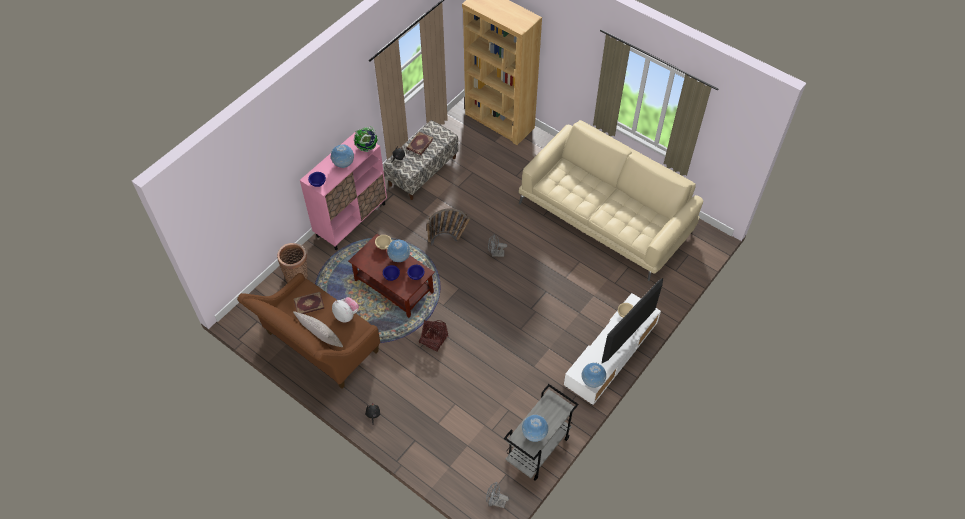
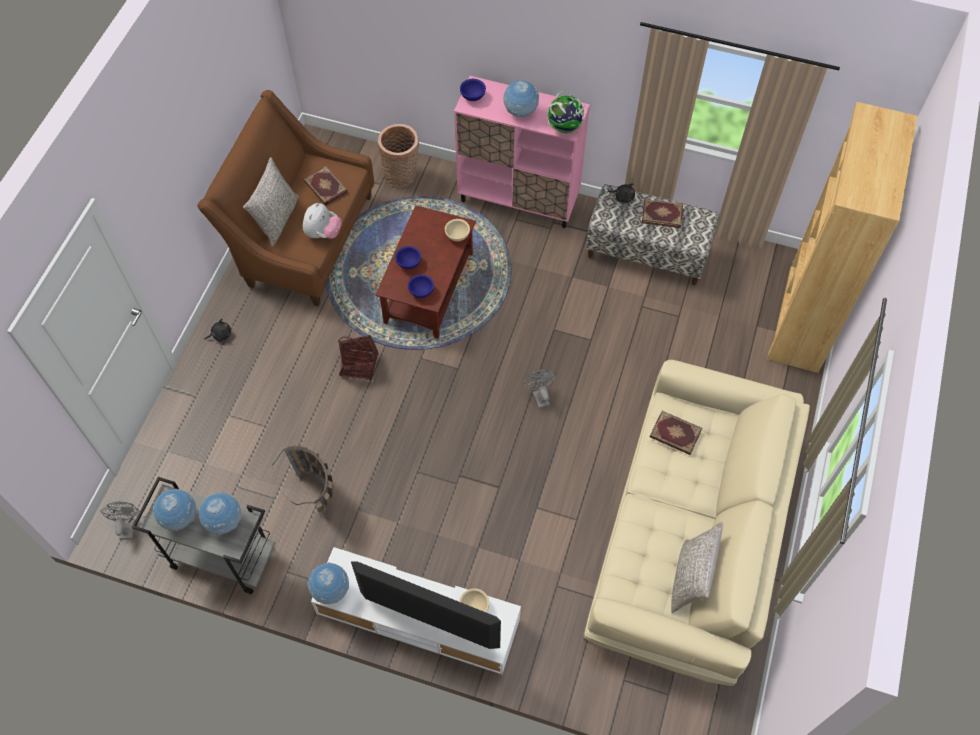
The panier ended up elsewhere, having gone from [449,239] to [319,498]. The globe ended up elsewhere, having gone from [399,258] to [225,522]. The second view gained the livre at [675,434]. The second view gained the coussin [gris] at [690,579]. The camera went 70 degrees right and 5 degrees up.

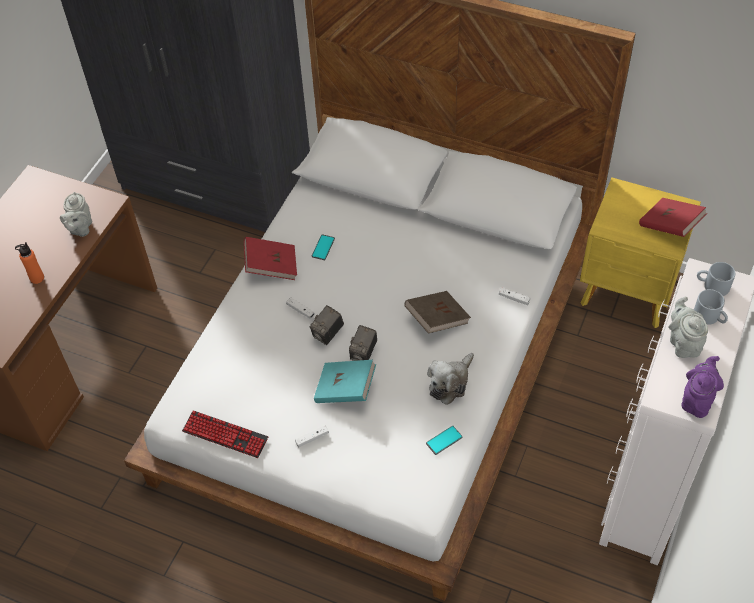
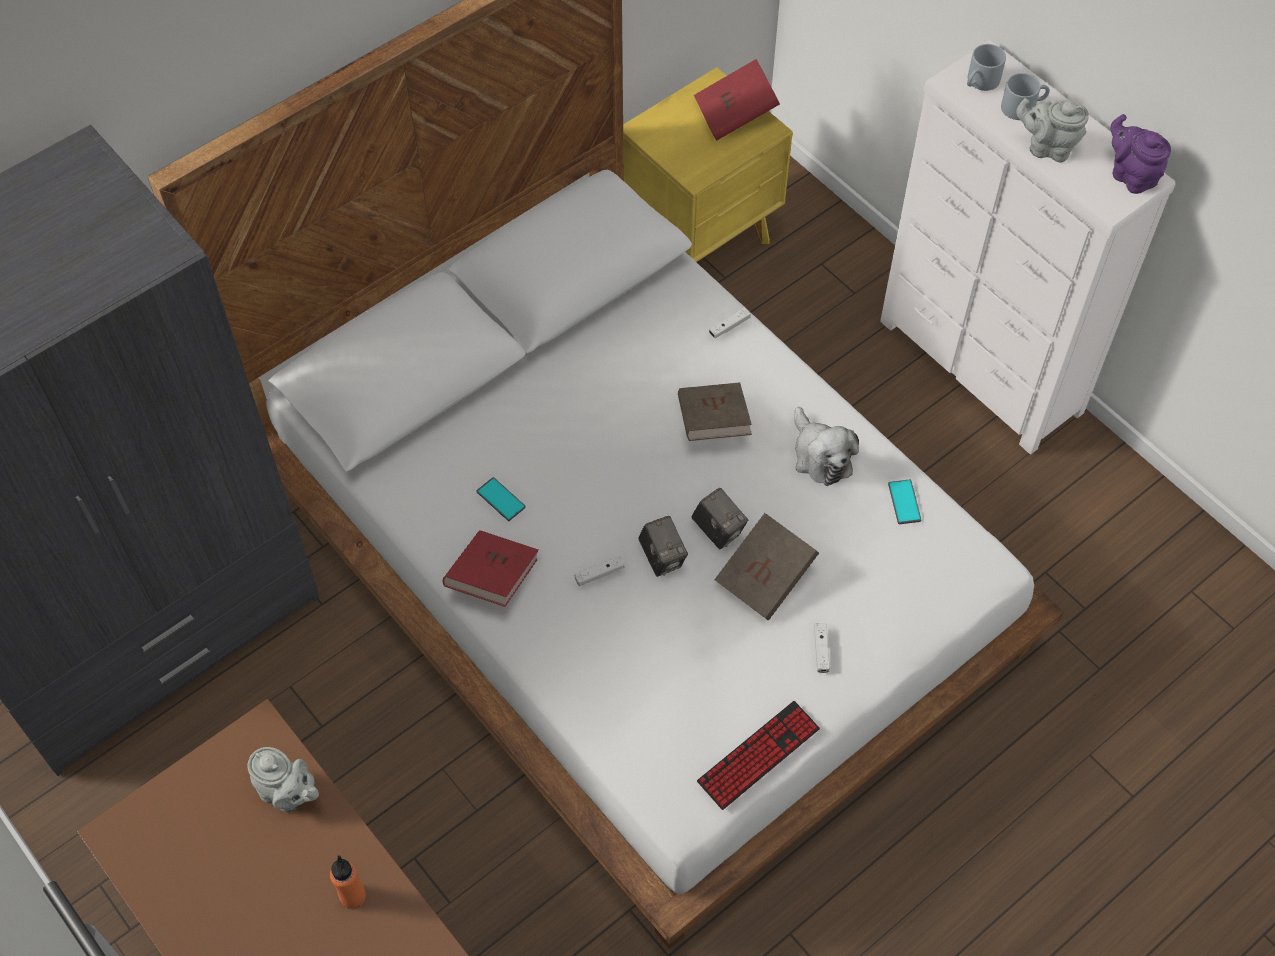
What was the livre [turquoise] at [345,390] turned into the livre [marron] at [765,578]. The camera went 65 degrees left and 5 degrees up.

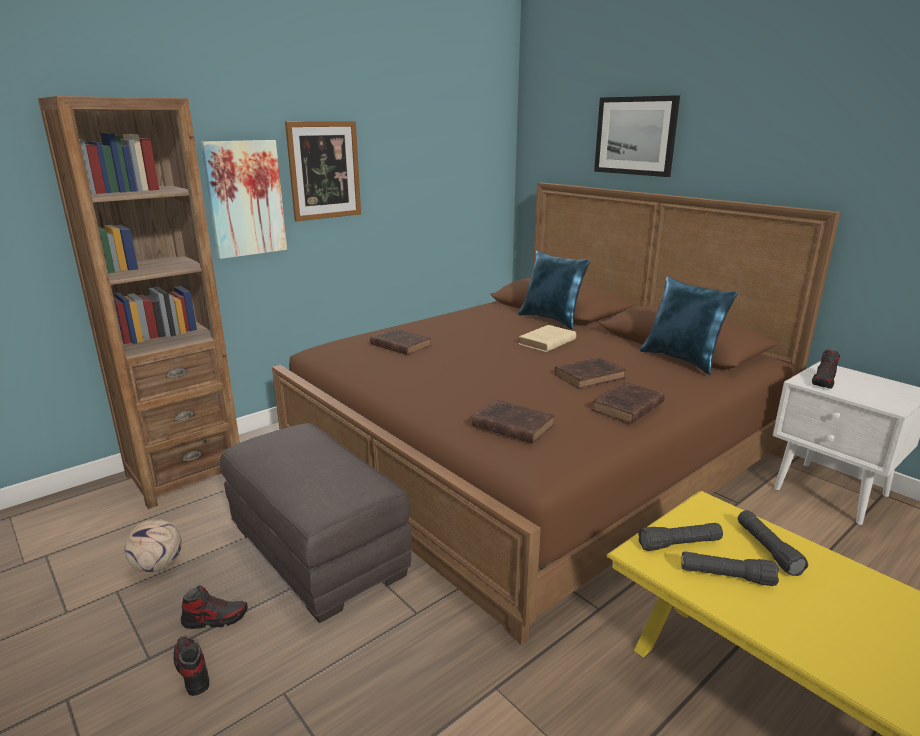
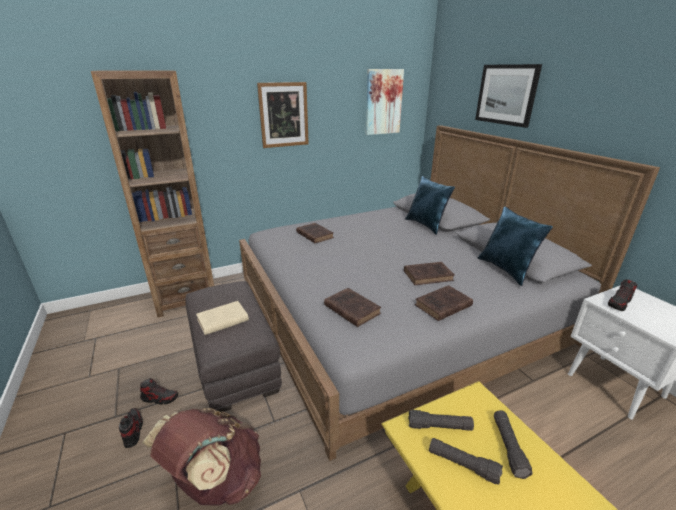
The tableau ended up elsewhere, having gone from [245,198] to [383,102]. What was the lit [marron] at [531,450] turned into the lit [gris] at [397,313]. The livre [beige] ended up elsewhere, having gone from [546,342] to [221,320]. The second view lost the ballon de foot at [157,565]. The second view gained the sac à dos [marron] at [216,481]. The camera went 15 degrees right and 5 degrees up.

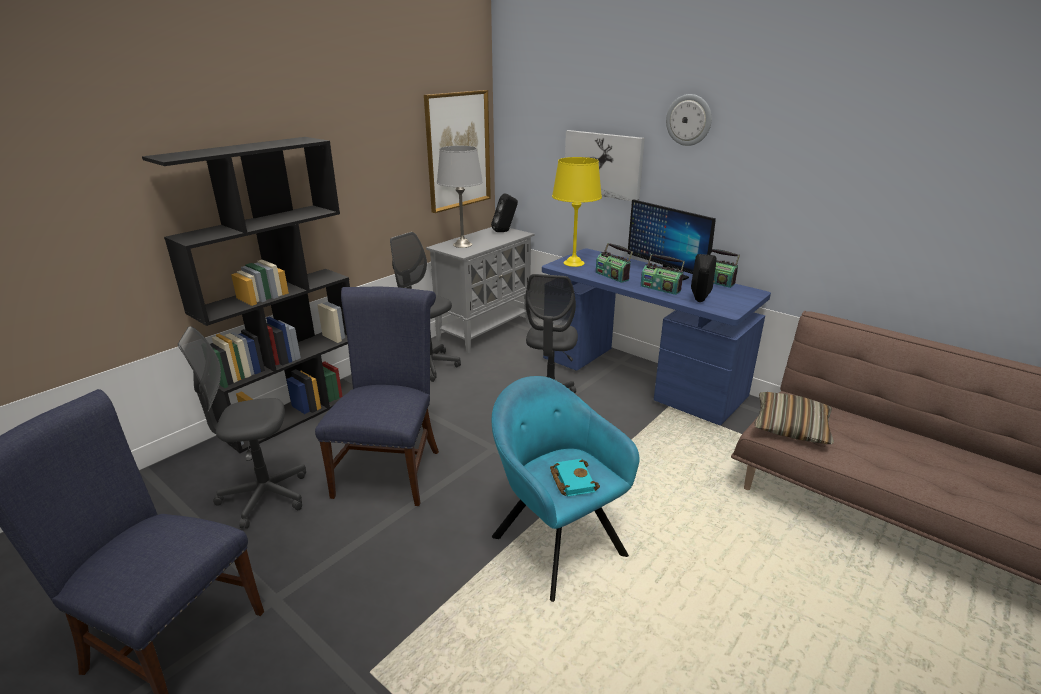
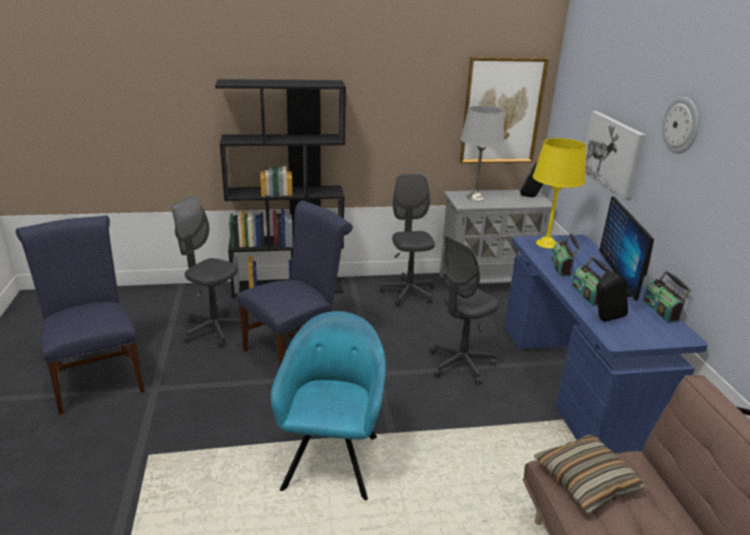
The second view lost the livre [turquoise] at [571,480]. The camera went 40 degrees right and 0 degrees up.

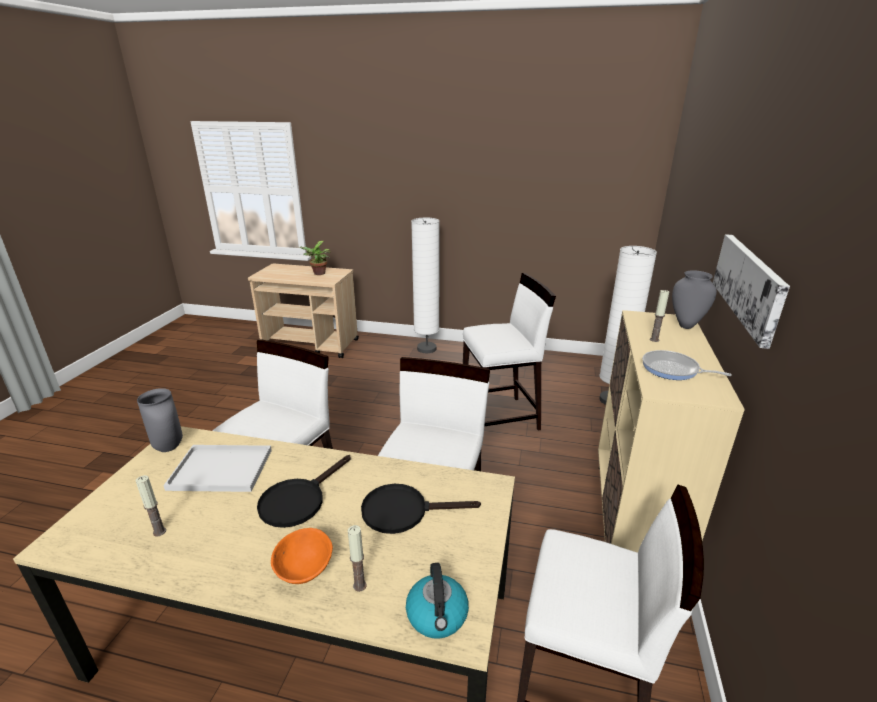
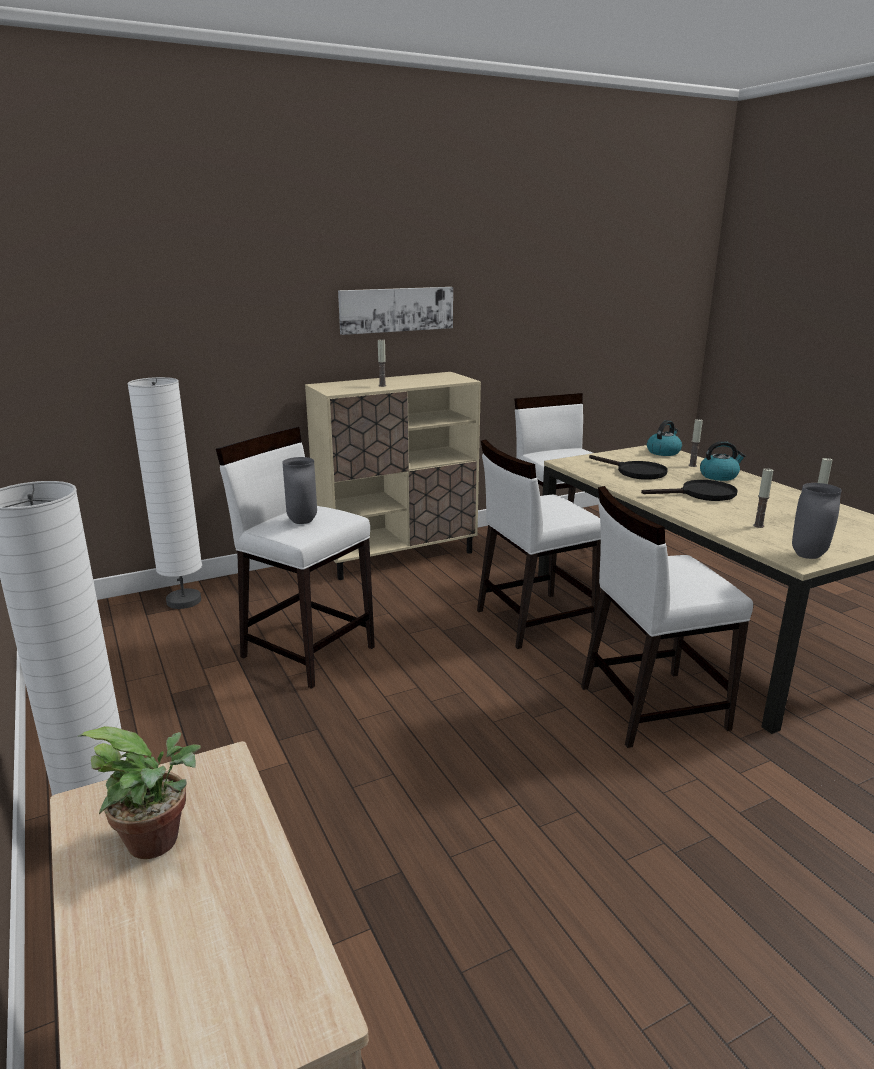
The vase [gris] ended up elsewhere, having gone from [686,325] to [301,521]. The second view lost the poêle at [673,370]. Where the plateau [blanc] stood at [218,470], the bougie came to stand at [758,526]. Where the bol [orange] stood at [305,569], the bouilloire came to stand at [719,476]. The camera went 130 degrees left and 5 degrees down.

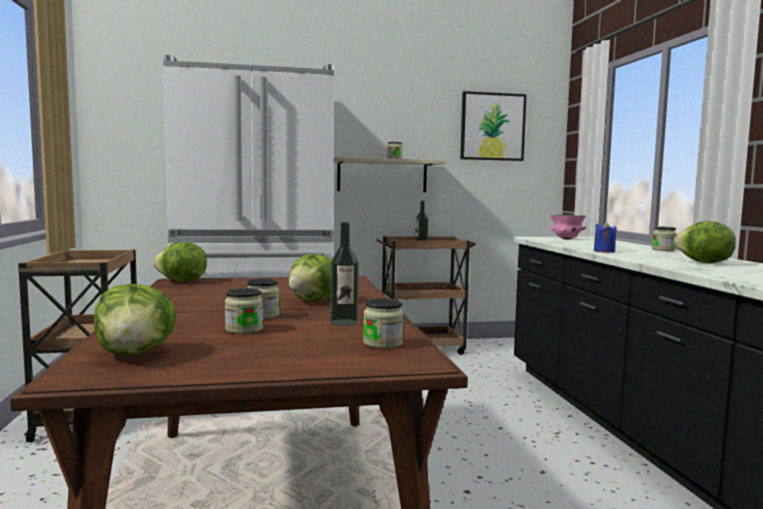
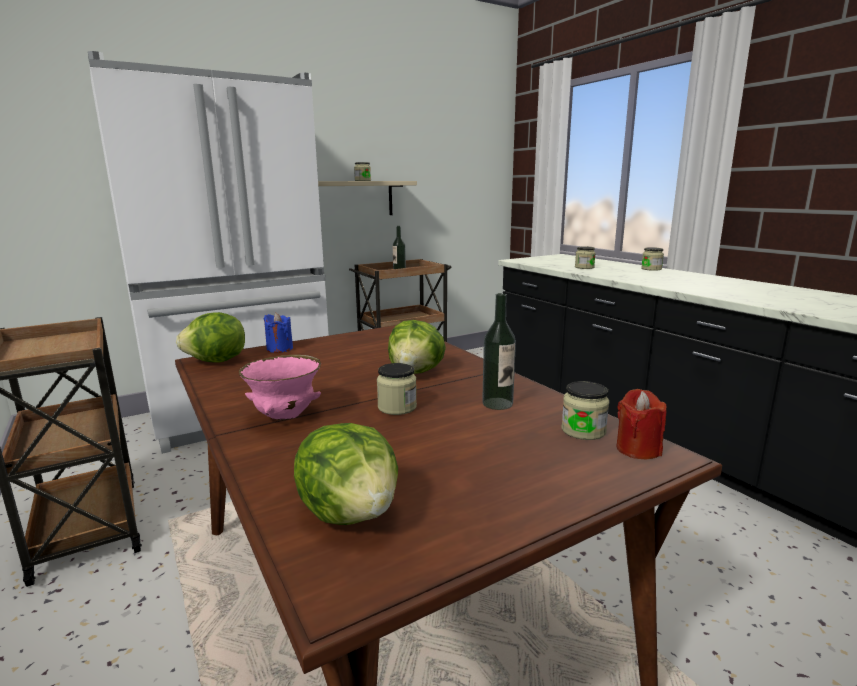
The second view lost the tableau at [492,127]. The bol [rose] ended up elsewhere, having gone from [567,239] to [286,416]. The second view lost the laitue at [704,263]. The bougie [bleu] ended up elsewhere, having gone from [604,251] to [280,349]. The bocal ended up elsewhere, having gone from [244,329] to [584,267]. The second view gained the bougie [rouge] at [638,449]. The camera went 20 degrees left and 10 degrees up.

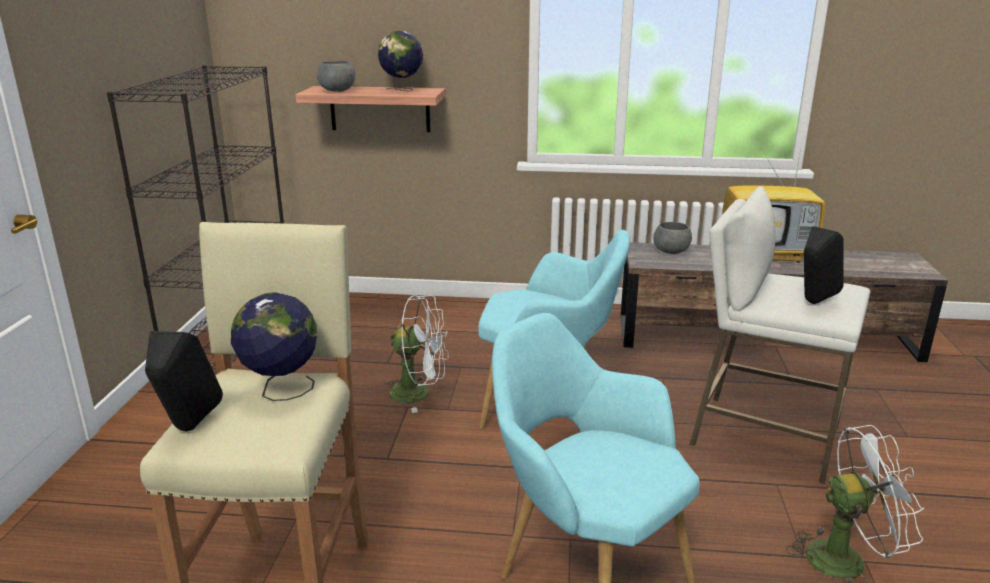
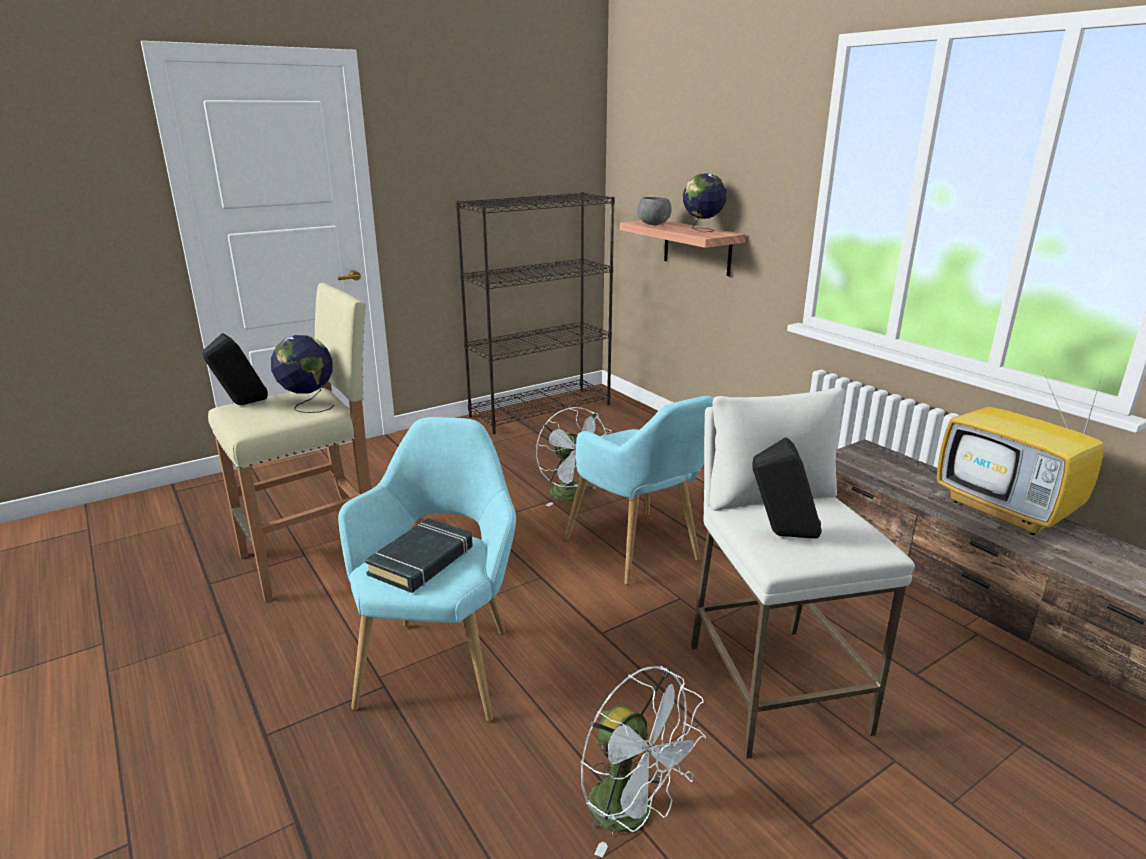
The second view lost the bol [gris] at [671,252]. The second view gained the livre [noir] at [422,561]. The camera went 50 degrees right and 0 degrees up.

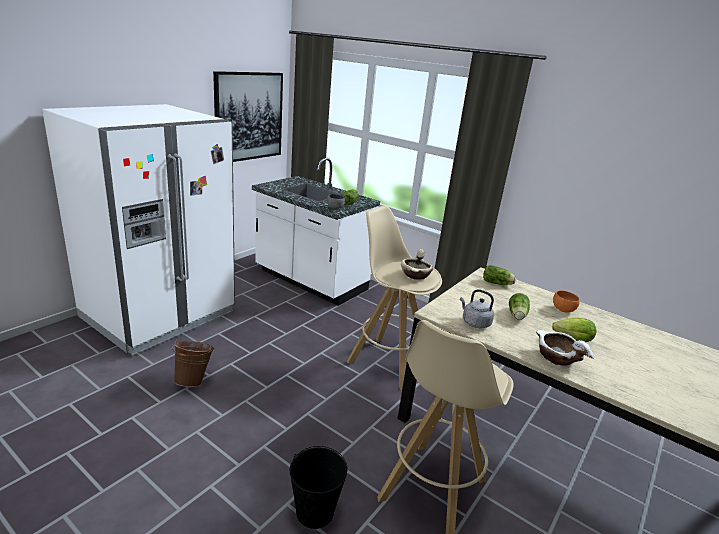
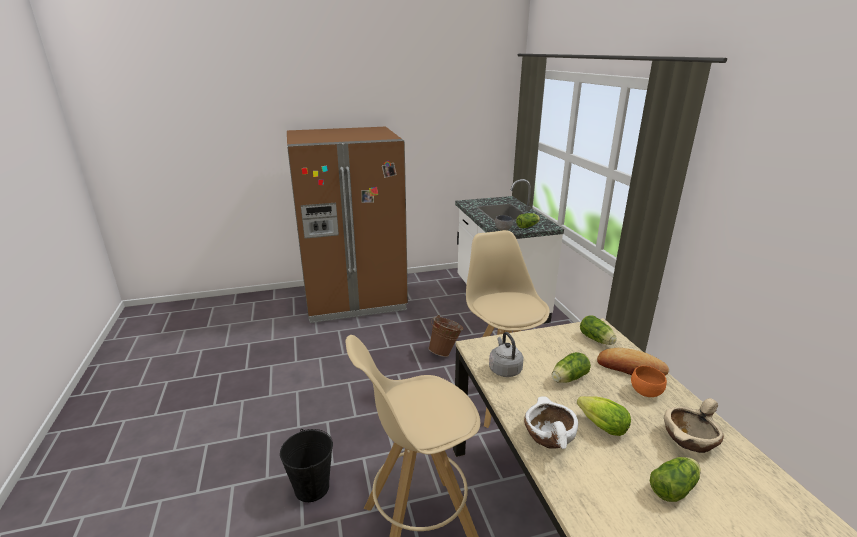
The second view lost the tableau at [249,116]. What was the réfrigérateur [blanc] at [159,315] turned into the réfrigérateur [marron] at [354,299]. The bol [beige] ended up elsewhere, having gone from [415,275] to [689,439]. The seau [marron] ended up elsewhere, having gone from [194,380] to [445,352]. The second view gained the pain at [630,368]. The second view gained the laitue at [674,487]. The camera went 40 degrees right and 0 degrees up.

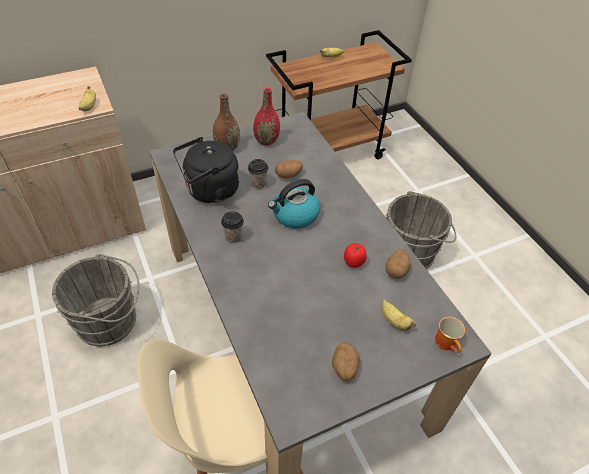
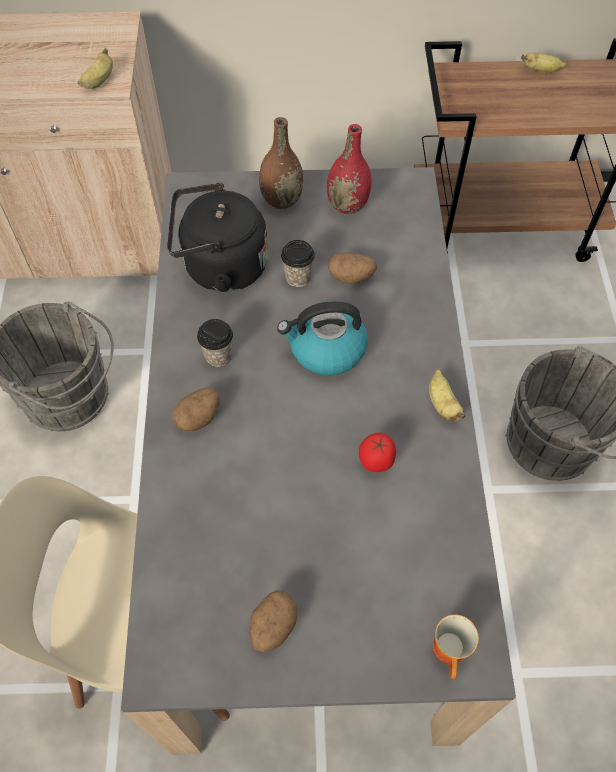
The pomme de terre ended up elsewhere, having gone from [396,270] to [199,417]. The banane ended up elsewhere, having gone from [394,321] to [442,404]. The camera went 25 degrees right and 10 degrees up.

